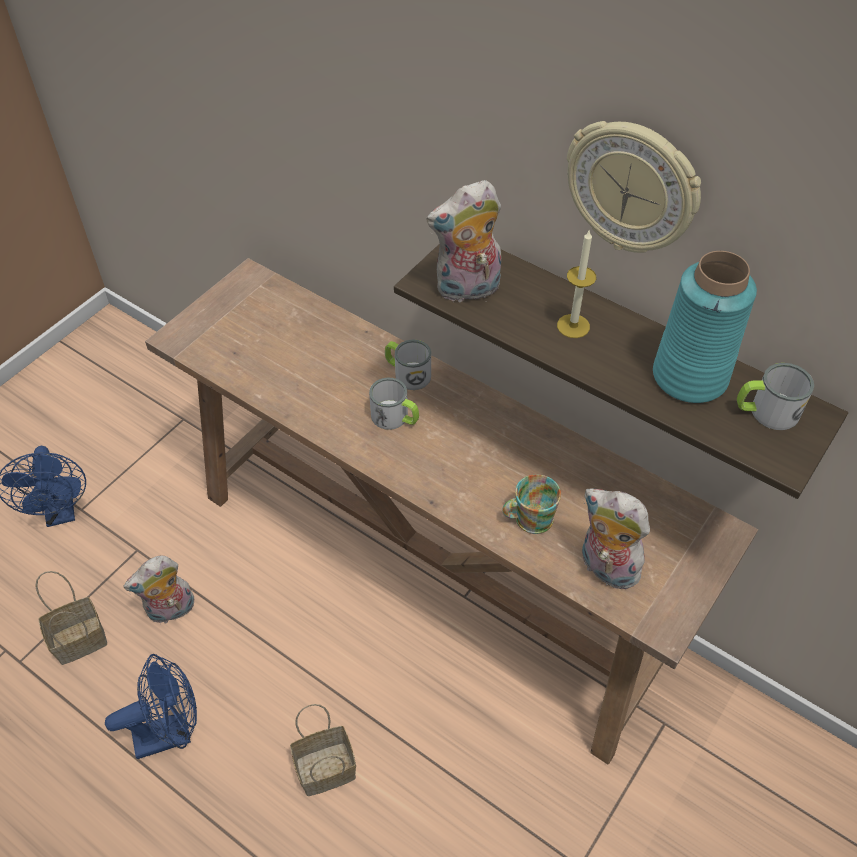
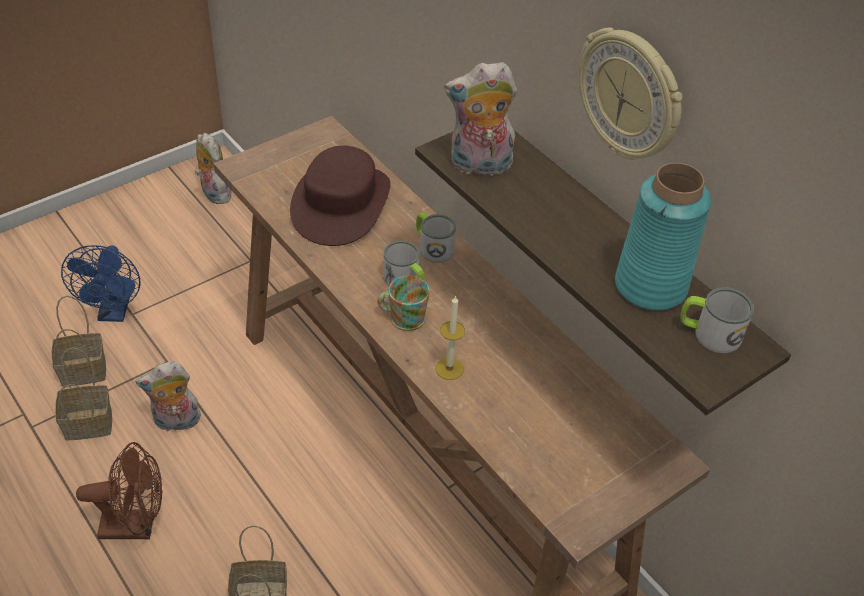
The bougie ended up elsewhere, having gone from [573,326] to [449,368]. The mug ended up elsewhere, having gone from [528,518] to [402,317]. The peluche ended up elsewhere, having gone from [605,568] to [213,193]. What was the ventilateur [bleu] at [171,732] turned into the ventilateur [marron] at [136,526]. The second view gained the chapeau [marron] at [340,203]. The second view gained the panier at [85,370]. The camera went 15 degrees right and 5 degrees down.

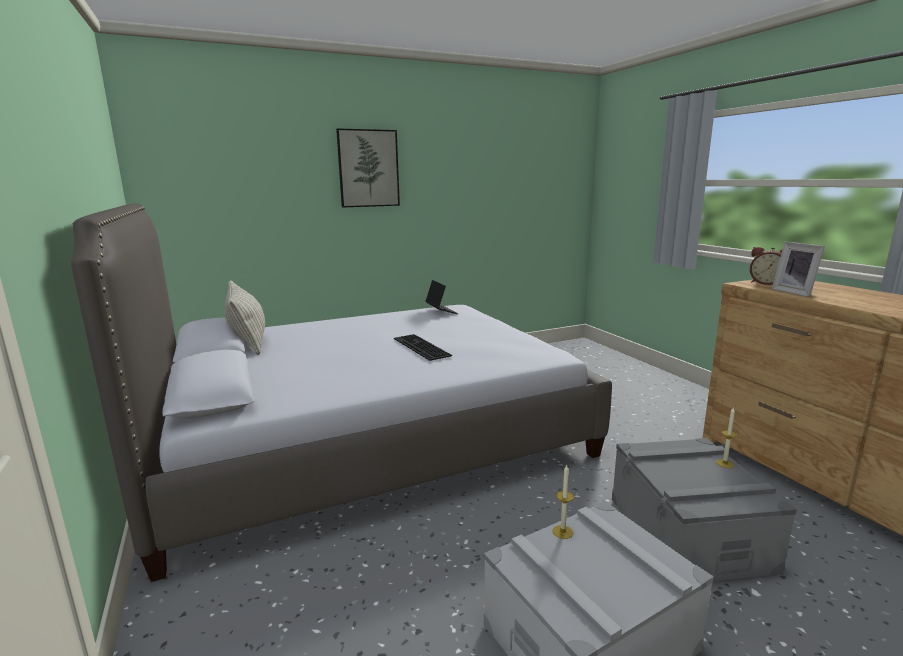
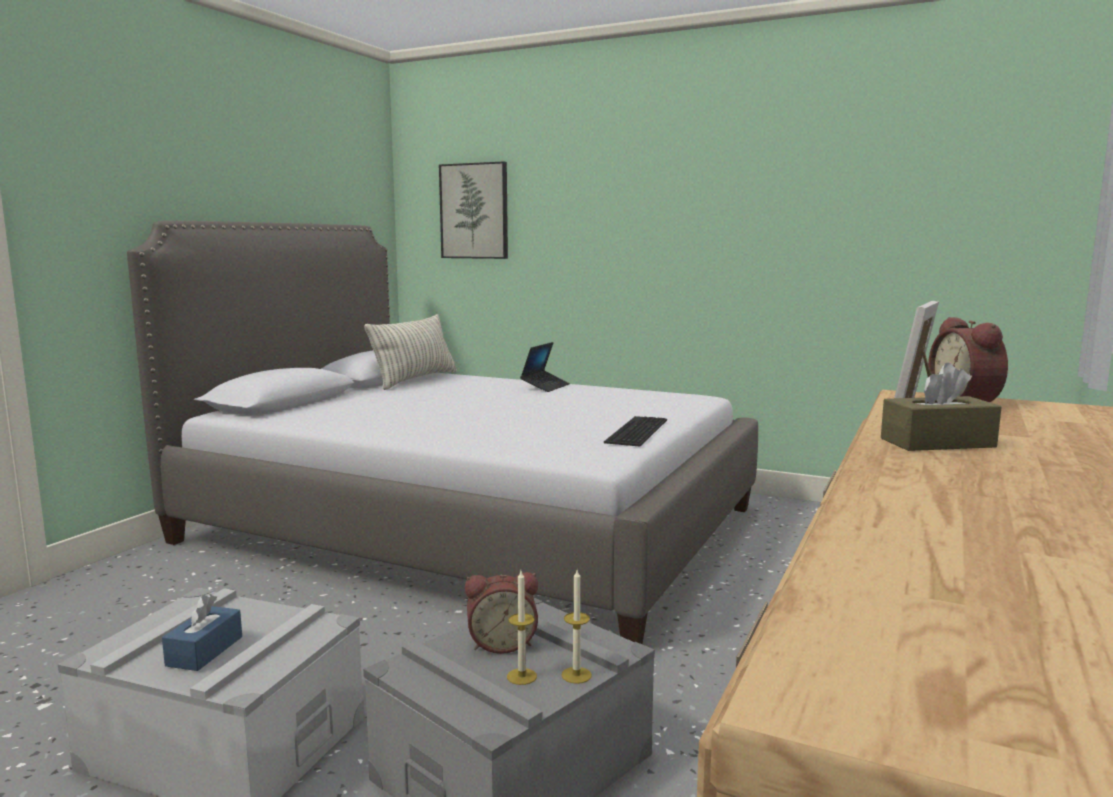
The tableau ended up elsewhere, having gone from [368,168] to [474,211]. The ordinateur portable ended up elsewhere, having gone from [441,311] to [545,386]. The clavier ended up elsewhere, having gone from [419,347] to [635,430]. The bougie ended up elsewhere, having gone from [562,532] to [521,676]. The second view gained the boîte à mouchoirs [marron] at [937,443]. The second view gained the réveil at [502,643]. The second view gained the boîte à mouchoirs [bleu] at [204,651]. The camera went 50 degrees right and 5 degrees down.

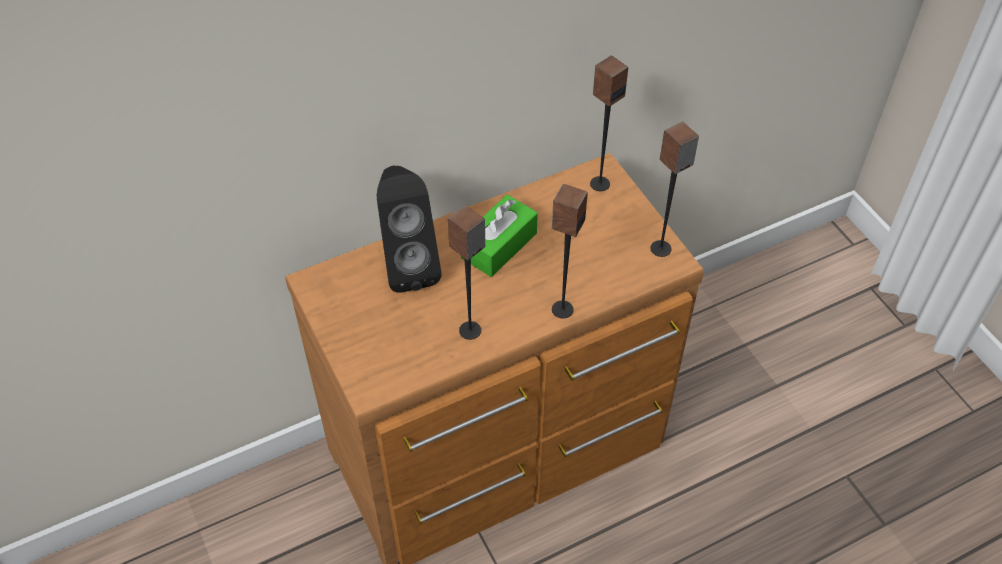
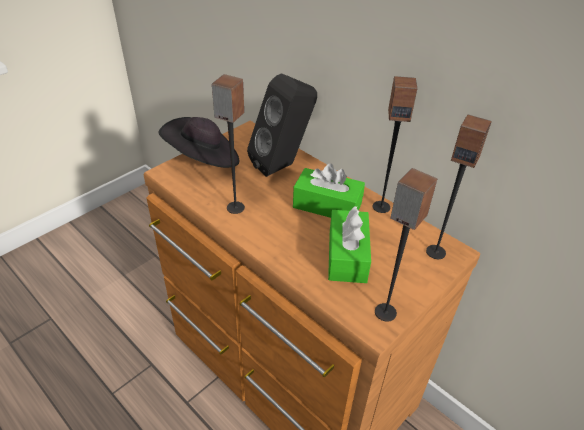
The enceinte ended up elsewhere, having gone from [562,309] to [381,207]. The second view gained the chapeau [noir] at [203,160]. The second view gained the boîte à mouchoirs [vert] at [347,256]. The camera went 70 degrees right and 10 degrees down.

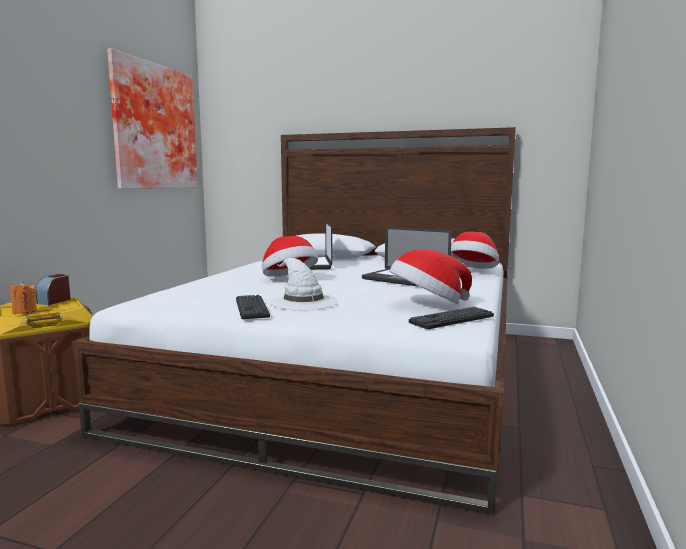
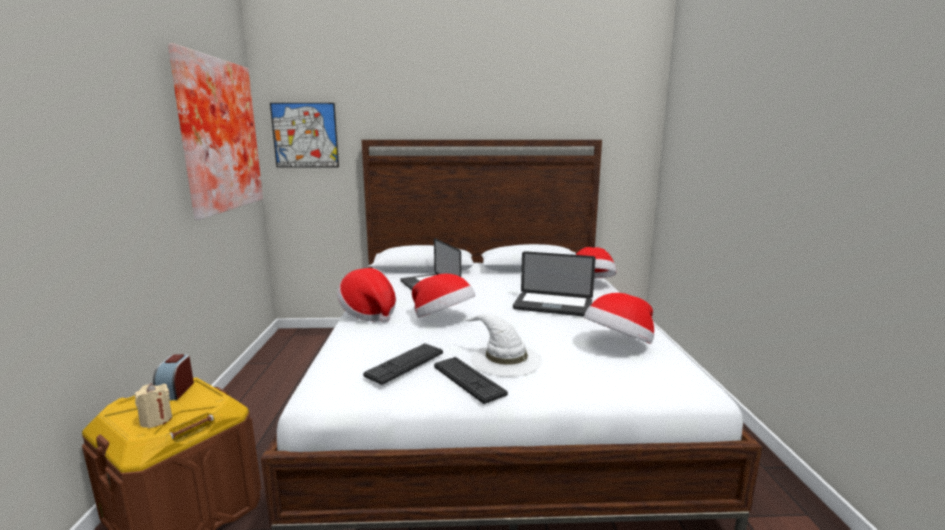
What was the bougie [orange] at [24,311] turned into the bougie [beige] at [156,420]. The clavier ended up elsewhere, having gone from [452,319] to [405,364]. The second view gained the tableau at [305,135]. The second view gained the chapeau at [369,313]. The camera went 20 degrees left and 5 degrees up.

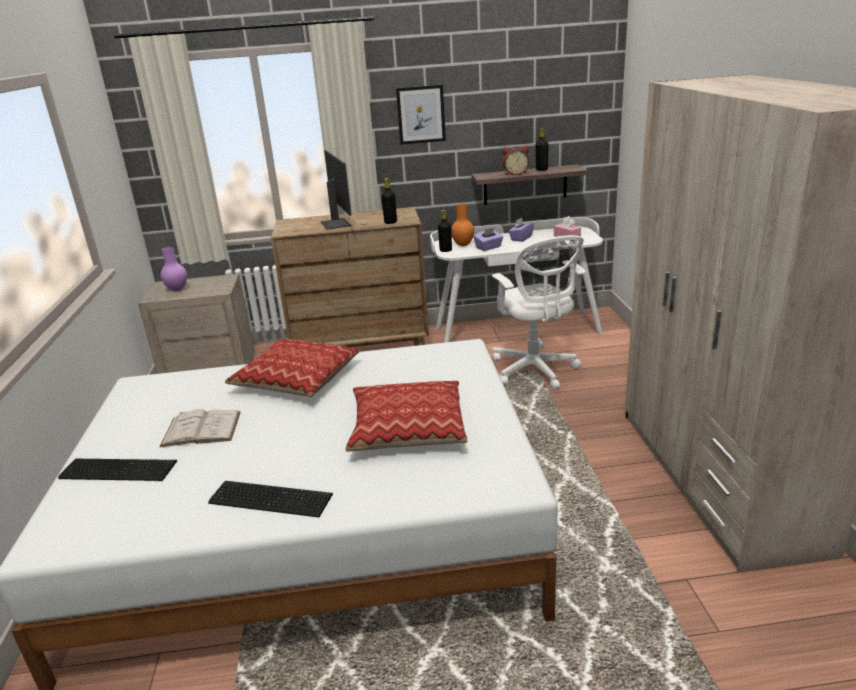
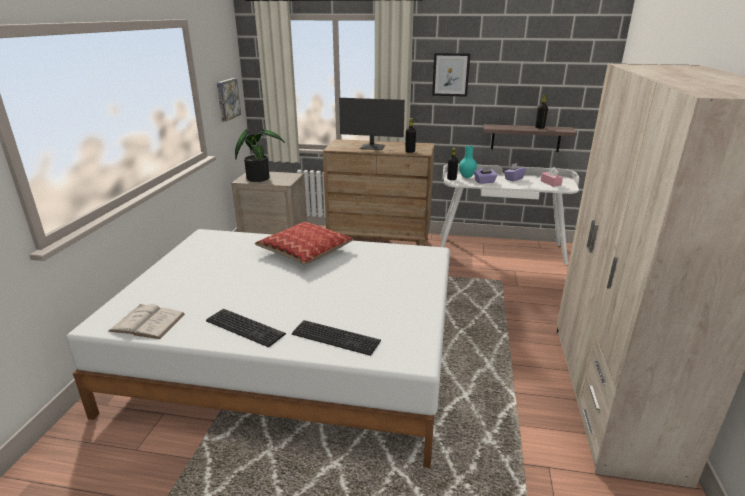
The second view lost the réveil at [515,174]. The écran d'ordinateur at [336,223] ended up facing another way, 105 degrees clockwise from before. What was the vase [orange] at [463,245] turned into the vase [turquoise] at [467,177]. The second view lost the chaise de bureau [blanc] at [535,371]. Where the vase [violet] stood at [177,289], the plante en pot came to stand at [259,177]. The second view lost the coussin at [407,428]. The livre [blanc] ended up elsewhere, having gone from [201,429] to [147,322]. The clavier ended up elsewhere, having gone from [118,468] to [335,336]. The second view gained the tableau at [227,99]. The camera went 15 degrees right and 0 degrees up.

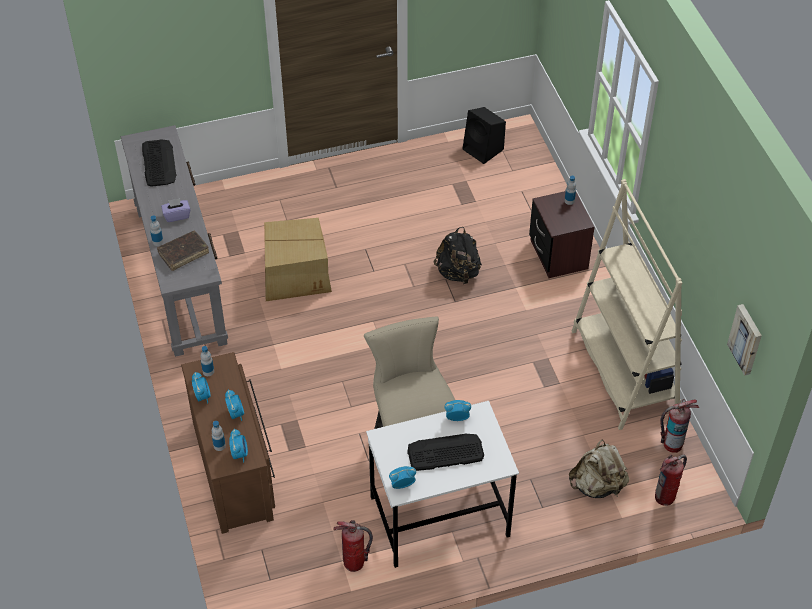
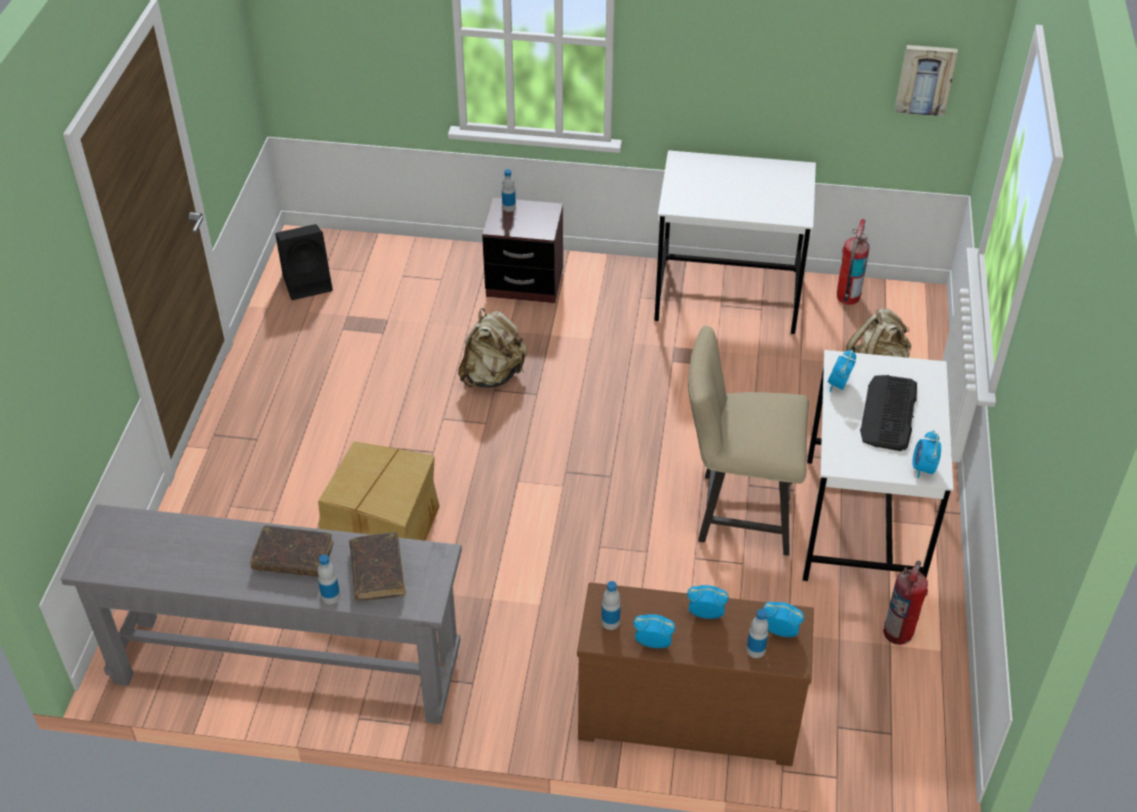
The second view lost the clavier at [158,163]. Where the bibliothèque [beige] stood at [624,371], the bureau [blanc] came to stand at [728,295]. Where the boîte à mouchoirs [violet] stood at [177,215], the livre [marron] came to stand at [293,557]. What was the sac à dos [noir] at [458,273] turned into the sac à dos [beige] at [492,375]. The second view lost the extincteur at [665,497]. The camera went 65 degrees left and 5 degrees down.

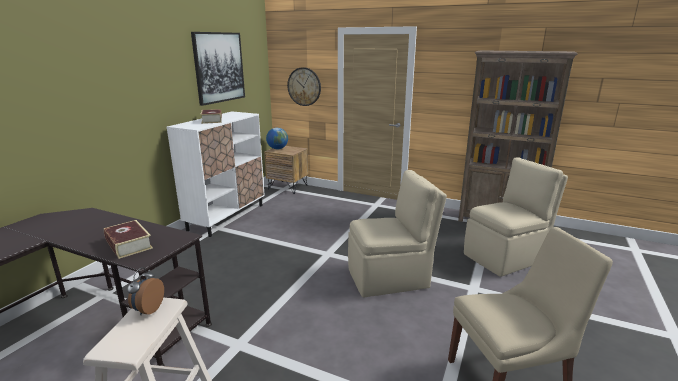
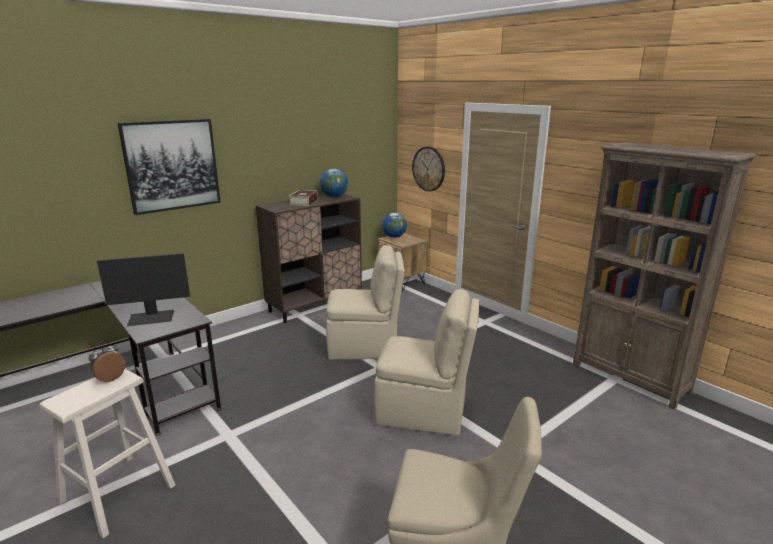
The tableau ended up elsewhere, having gone from [219,67] to [172,165]. What was the meuble de rangement [blanc] at [227,217] turned into the meuble de rangement [marron] at [315,305]. The chaise [beige] ended up elsewhere, having gone from [505,257] to [364,347]. Where the livre stood at [129,244], the écran d'ordinateur came to stand at [151,318]. The second view gained the globe at [334,197]. The camera went 25 degrees right and 0 degrees up.

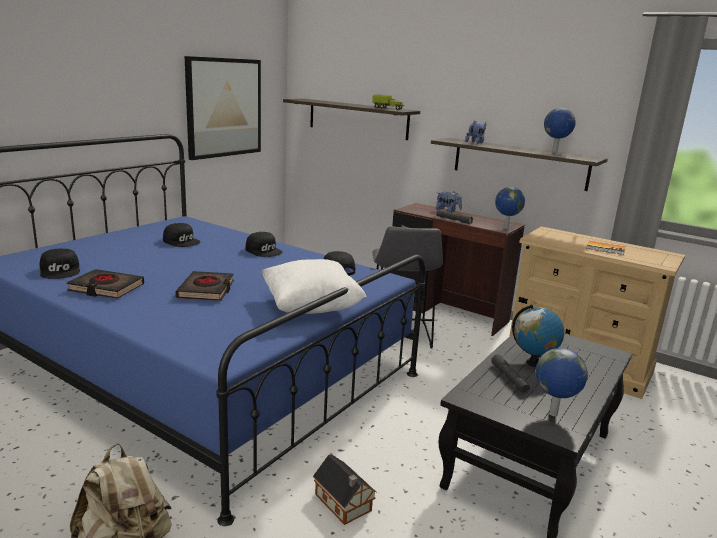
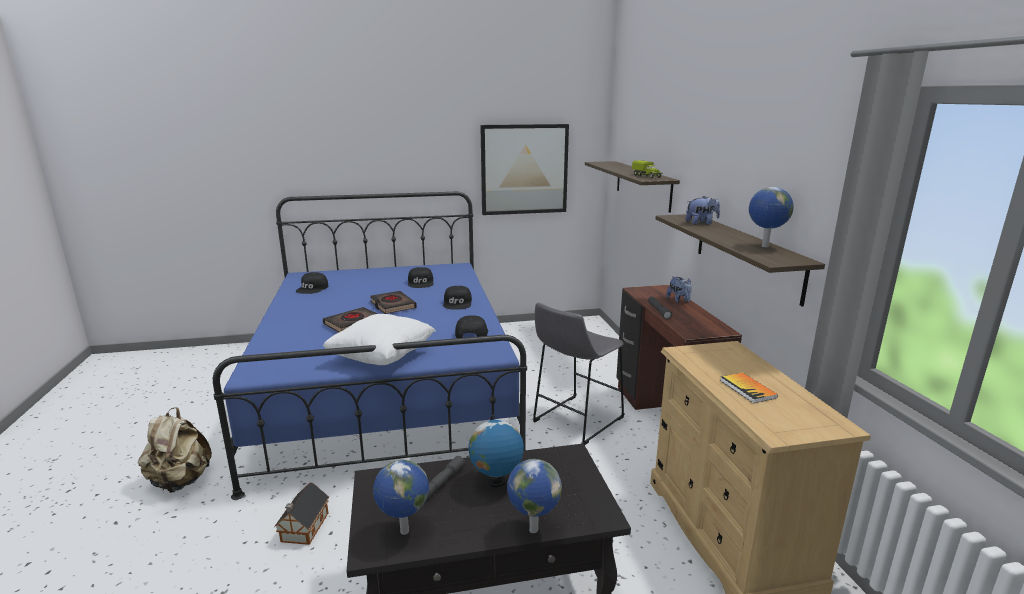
The globe ended up elsewhere, having gone from [505,228] to [532,529]. The livre [noir] ended up elsewhere, having gone from [106,288] to [392,305]. The camera went 45 degrees right and 0 degrees up.

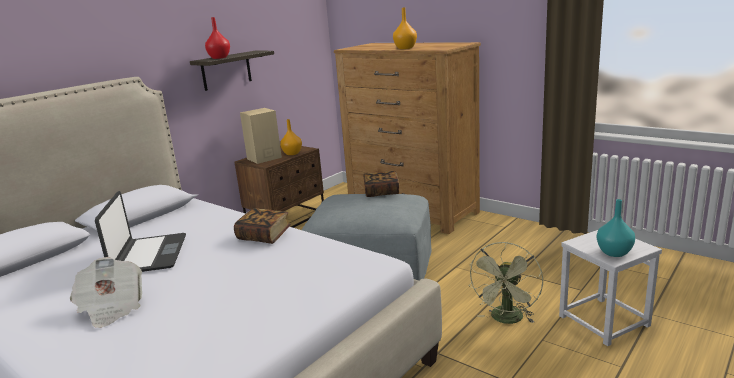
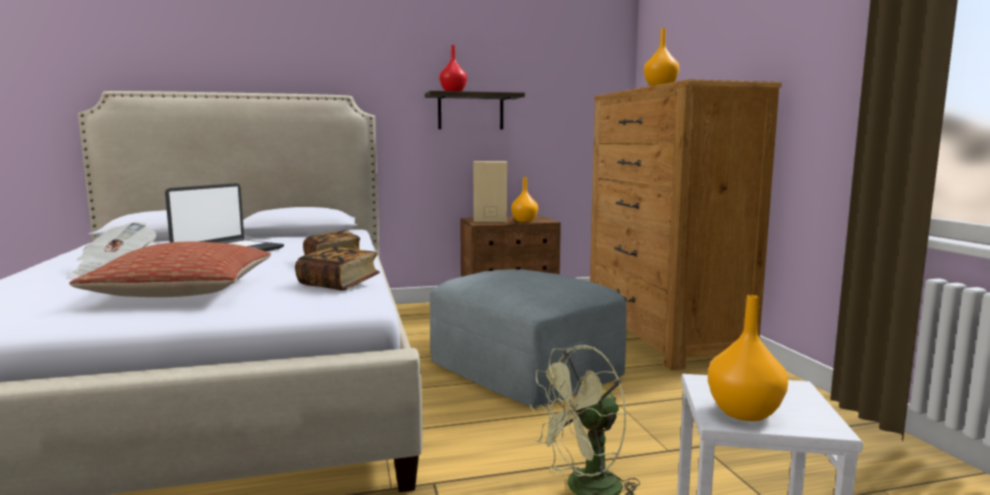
The livre ended up elsewhere, having gone from [381,192] to [338,284]. What was the vase [turquoise] at [613,252] turned into the vase [orange] at [744,412]. The second view gained the coussin at [185,292]. The camera went 35 degrees right and 10 degrees down.

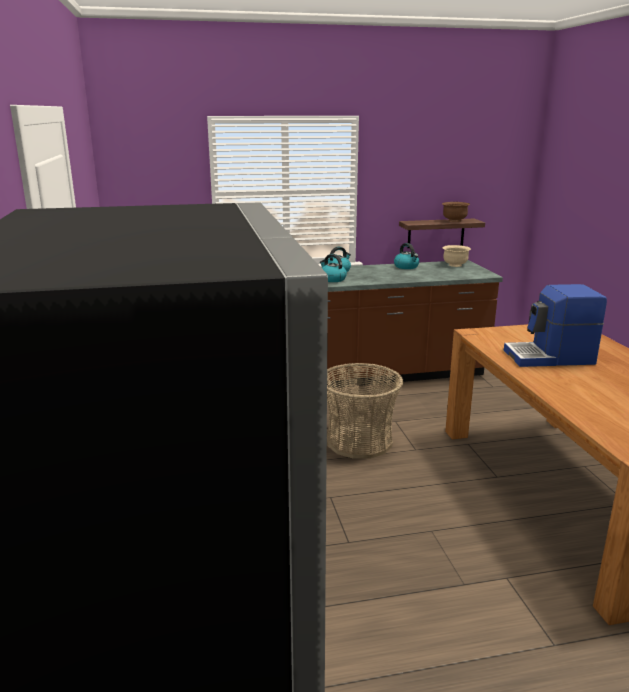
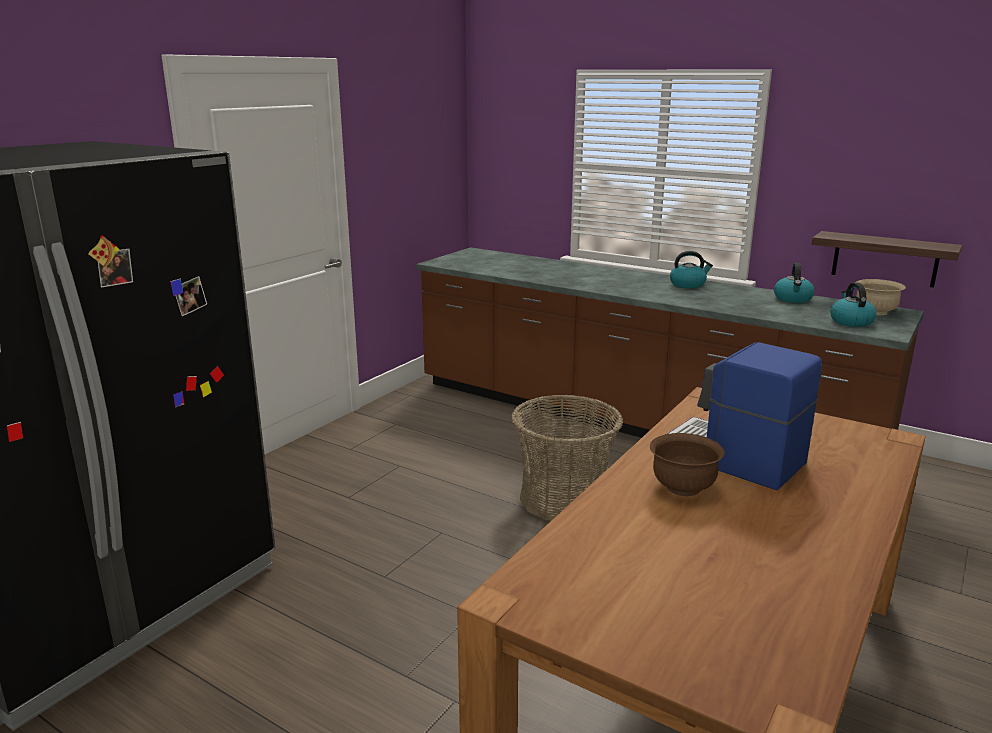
The bol [marron] ended up elsewhere, having gone from [454,221] to [683,487]. The bouilloire ended up elsewhere, having gone from [332,279] to [850,321]. The camera went 45 degrees right and 0 degrees up.

